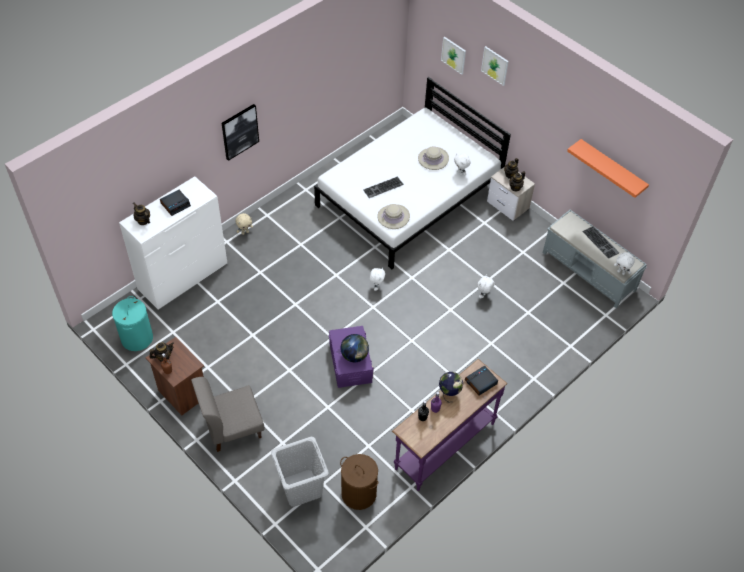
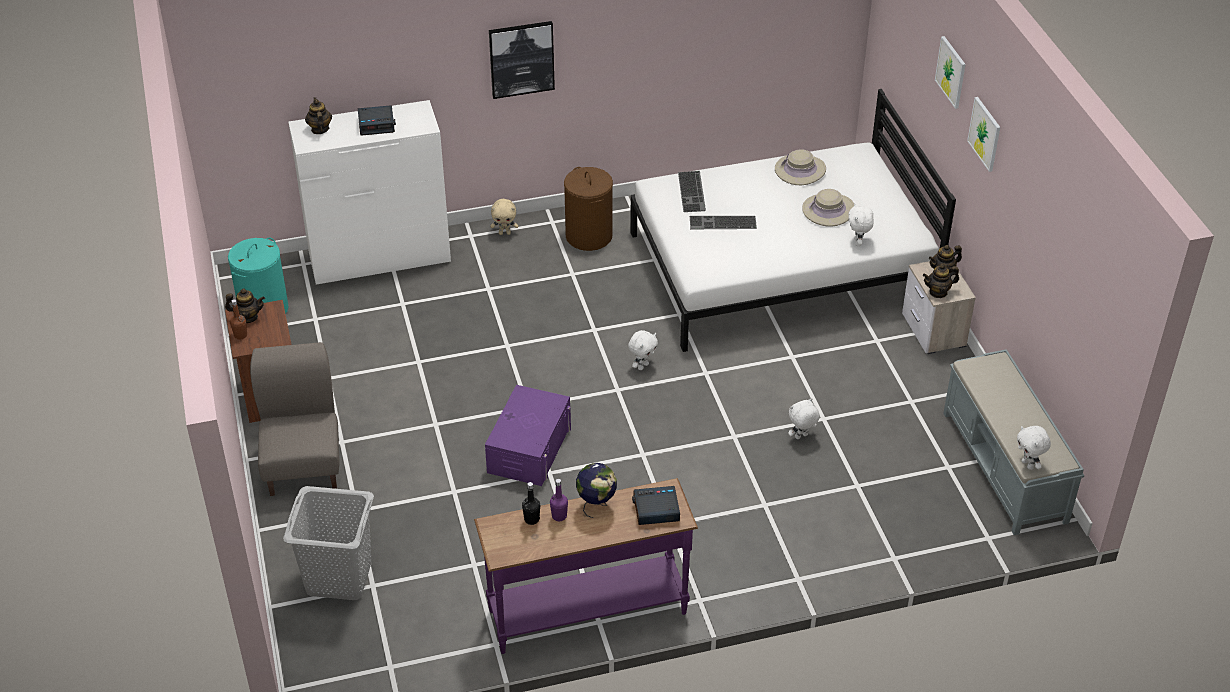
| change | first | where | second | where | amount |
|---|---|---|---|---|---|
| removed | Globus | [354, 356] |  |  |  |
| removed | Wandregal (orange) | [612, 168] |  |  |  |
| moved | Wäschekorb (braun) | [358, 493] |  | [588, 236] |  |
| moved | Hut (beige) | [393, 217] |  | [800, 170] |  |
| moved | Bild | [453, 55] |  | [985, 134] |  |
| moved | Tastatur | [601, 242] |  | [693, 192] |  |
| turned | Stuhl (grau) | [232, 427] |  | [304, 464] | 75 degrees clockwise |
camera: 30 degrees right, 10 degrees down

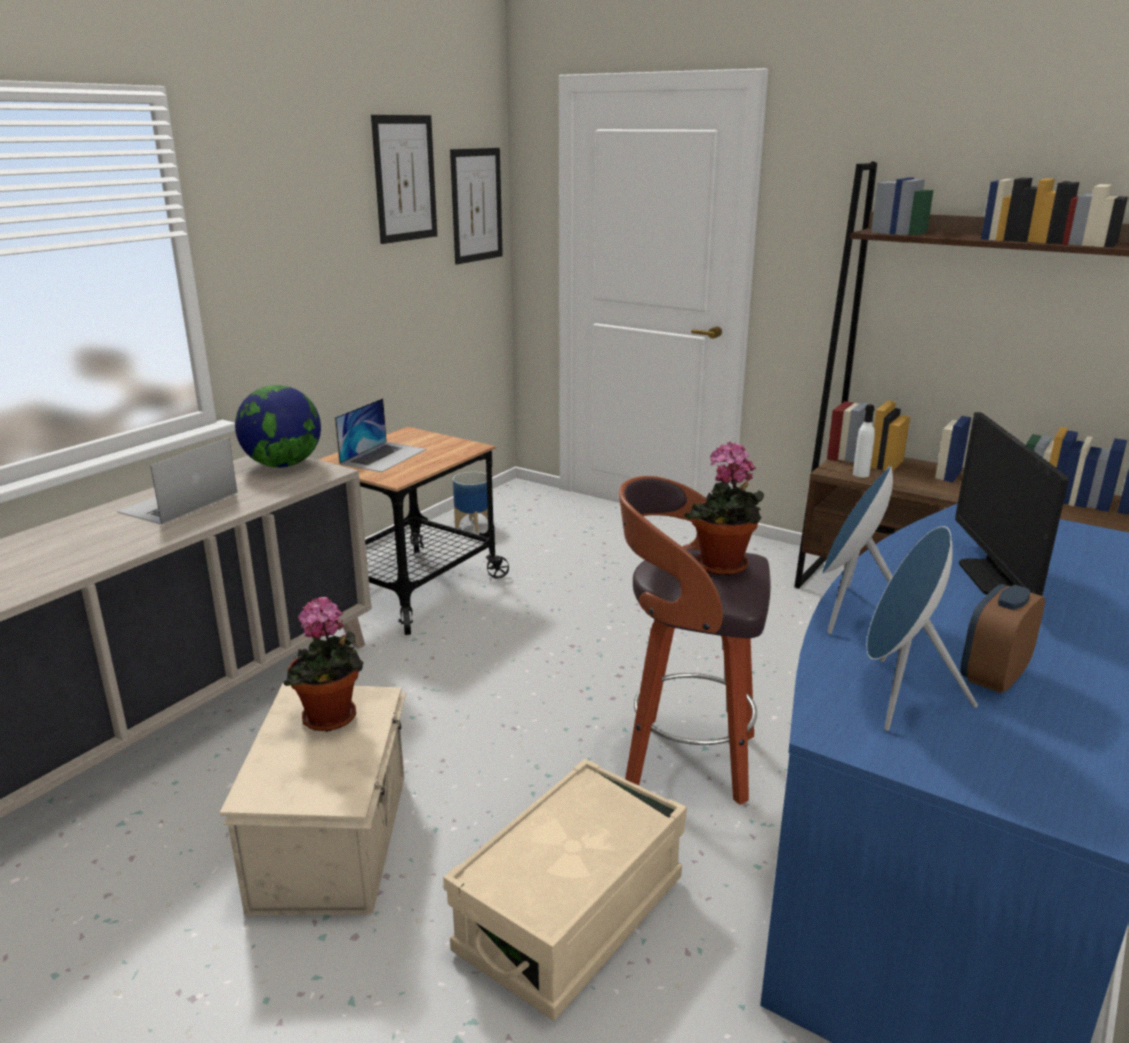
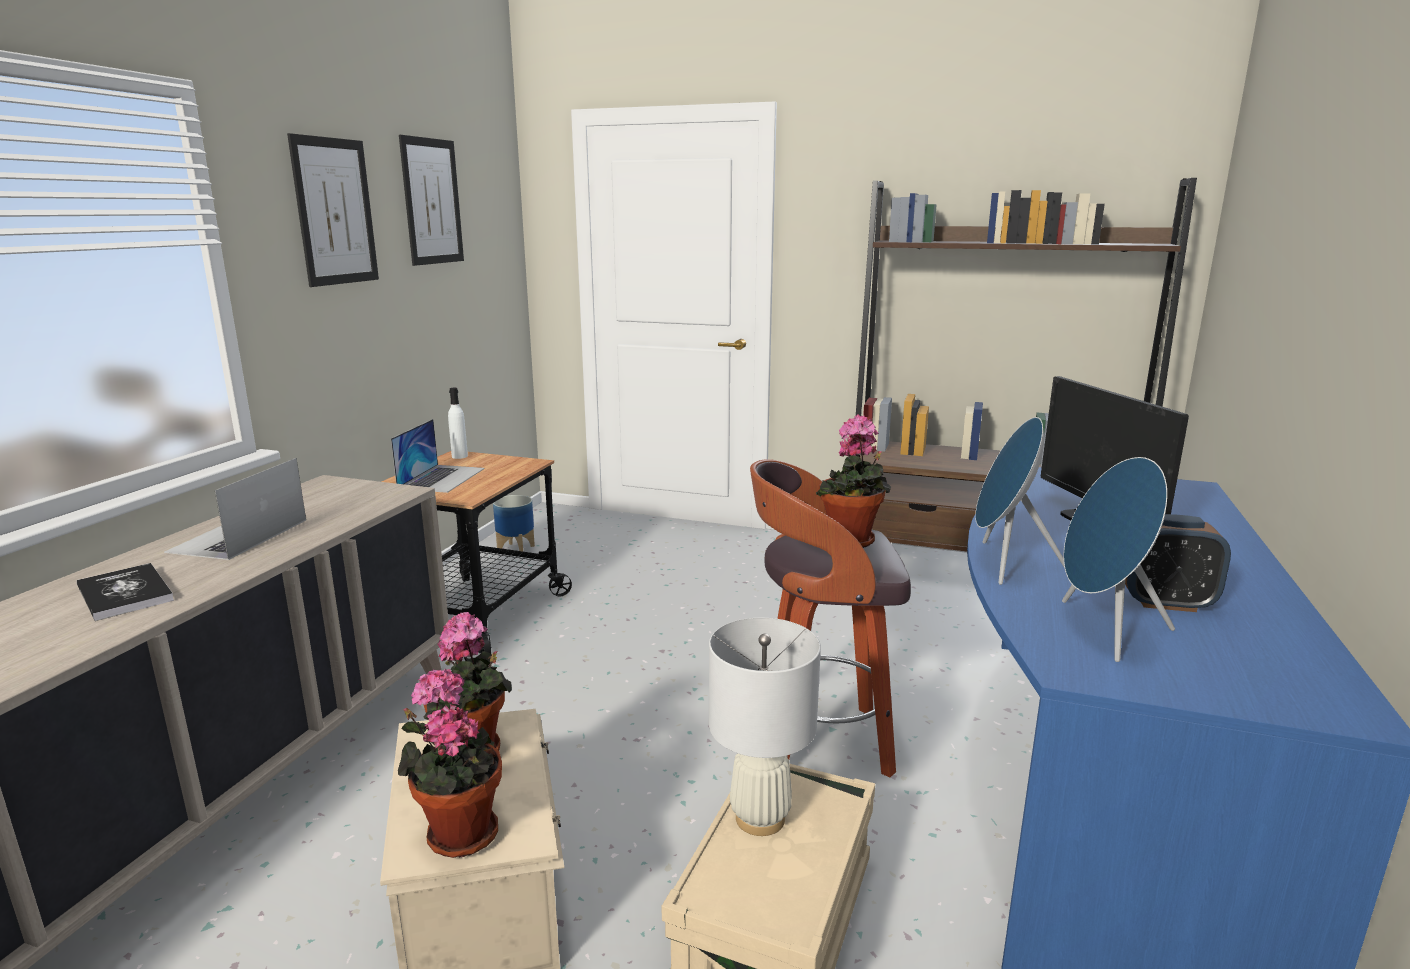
| change | first | where | second | where | amount |
|---|---|---|---|---|---|
| removed | Globus | [283, 465] |  |  |  |
| added |  |  | Buch | [125, 593] |  |
| added |  |  | Topfpflanze | [458, 832] |  |
| added |  |  | Tischlampe (weiß) | [760, 818] |  |
| moved | Bild | [476, 205] |  | [335, 212] |  |
| moved | Flasche (weiß) | [861, 474] |  | [459, 456] |  |
| turned | Wecker | [993, 676] |  | [1165, 603] | 105 degrees counterclockwise |
camera: 15 degrees left, 5 degrees down

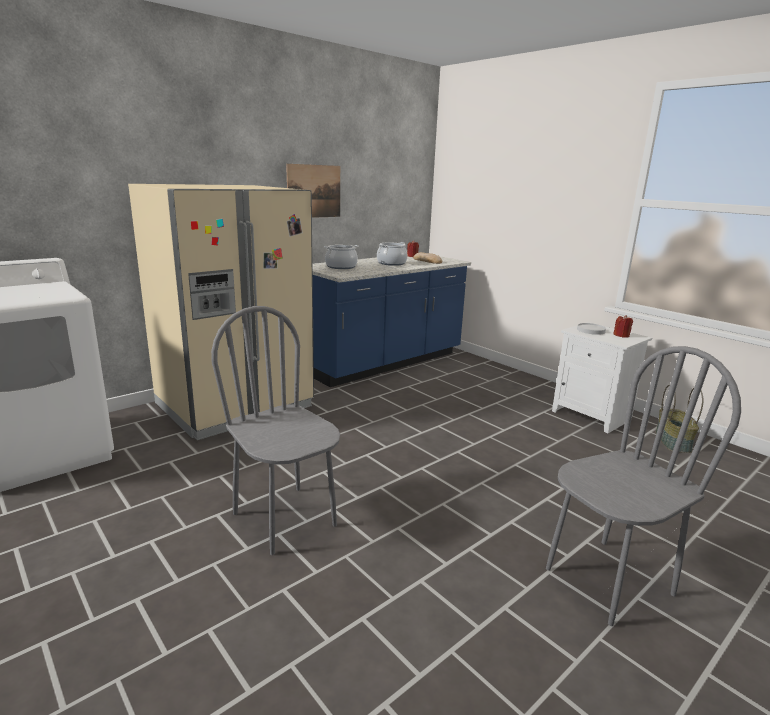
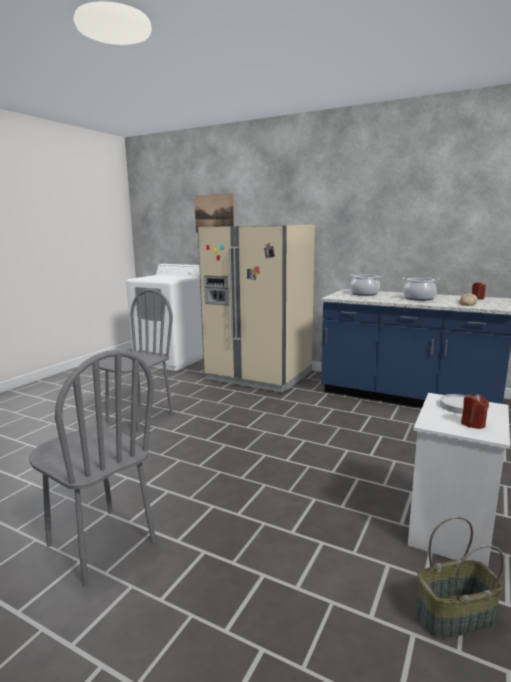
| change | first | where | second | where | amount |
|---|---|---|---|---|---|
| moved | Bild | [314, 191] |  | [214, 213] |  |
camera: 70 degrees right, 5 degrees down

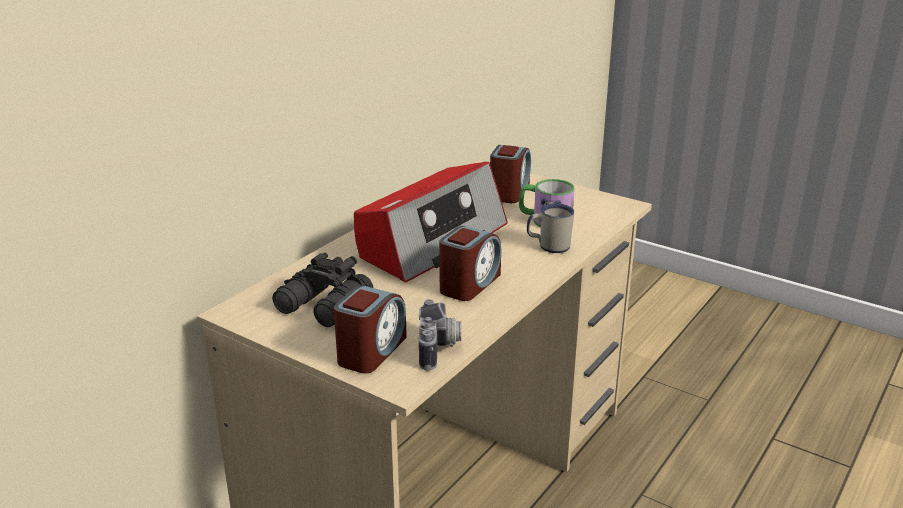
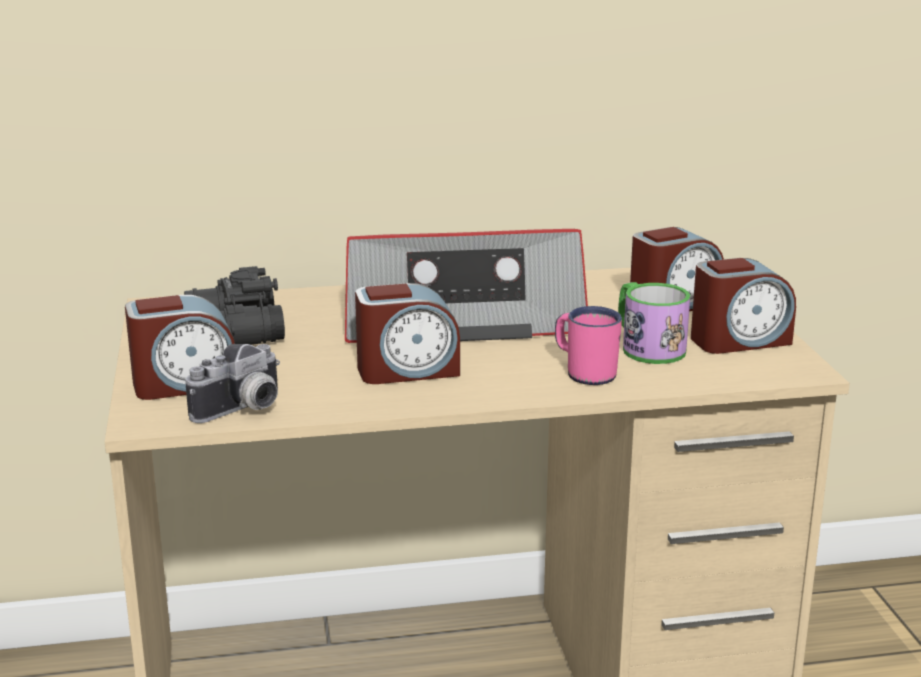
| change | first | where | second | where | amount |
|---|---|---|---|---|---|
| added |  |  | Wecker | [739, 341] |  |
| recoloured | Henkelbecher (weiß) | [548, 246] | Henkelbecher (rosa) | [585, 372] |  |
camera: 45 degrees right, 5 degrees down

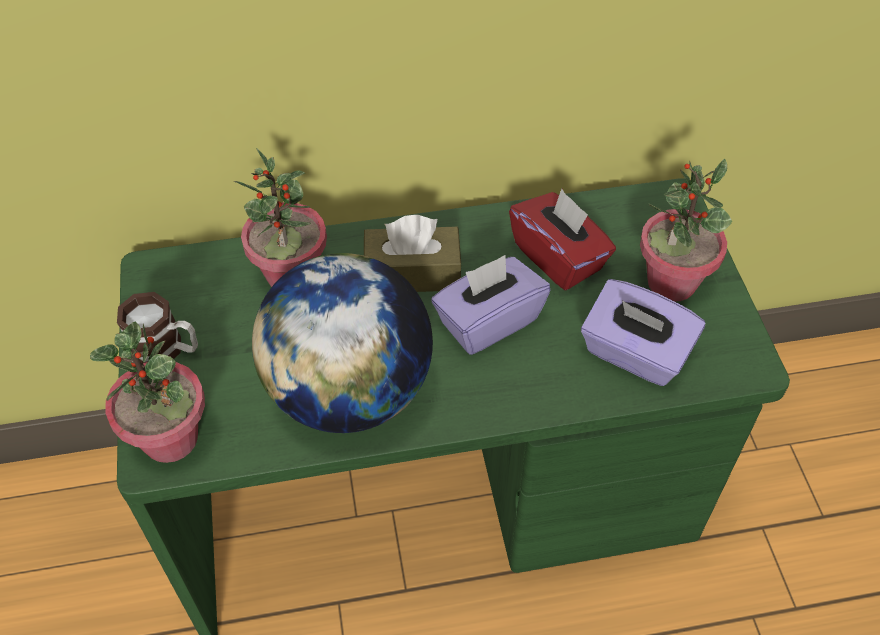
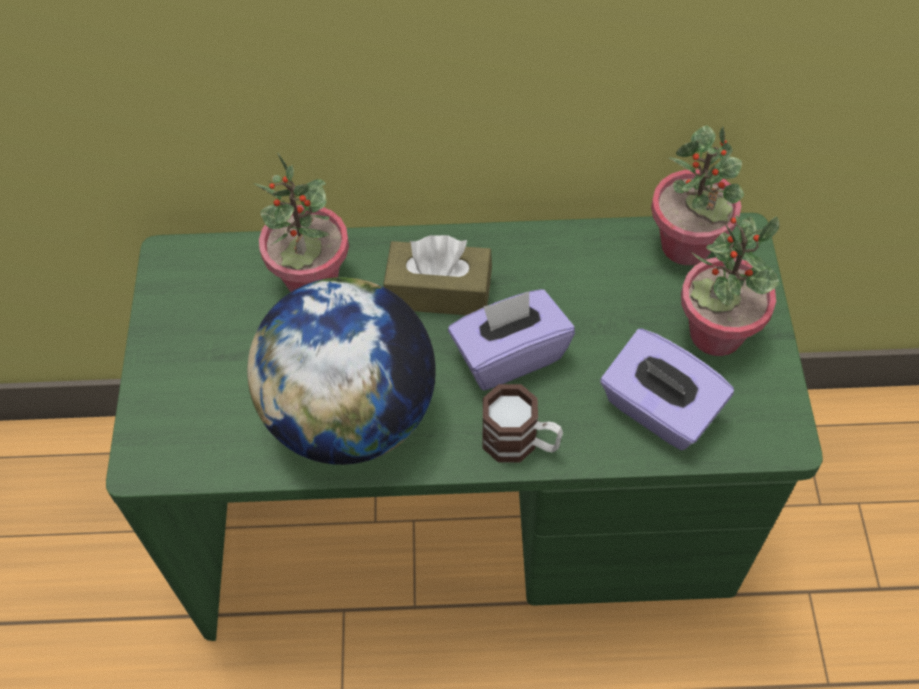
| change | first | where | second | where | amount |
|---|---|---|---|---|---|
| removed | Taschentuchbox (rot) | [558, 258] |  |  |  |
| moved | Topfpflanze | [171, 439] |  | [686, 245] |  |
| moved | Henkelbecher | [167, 349] |  | [520, 443] |  |
camera: 10 degrees right, 5 degrees up

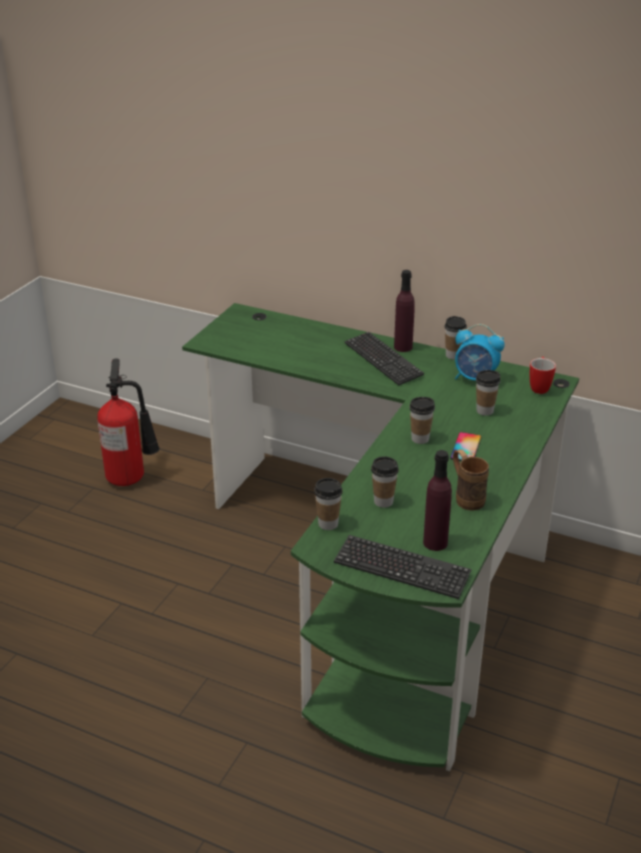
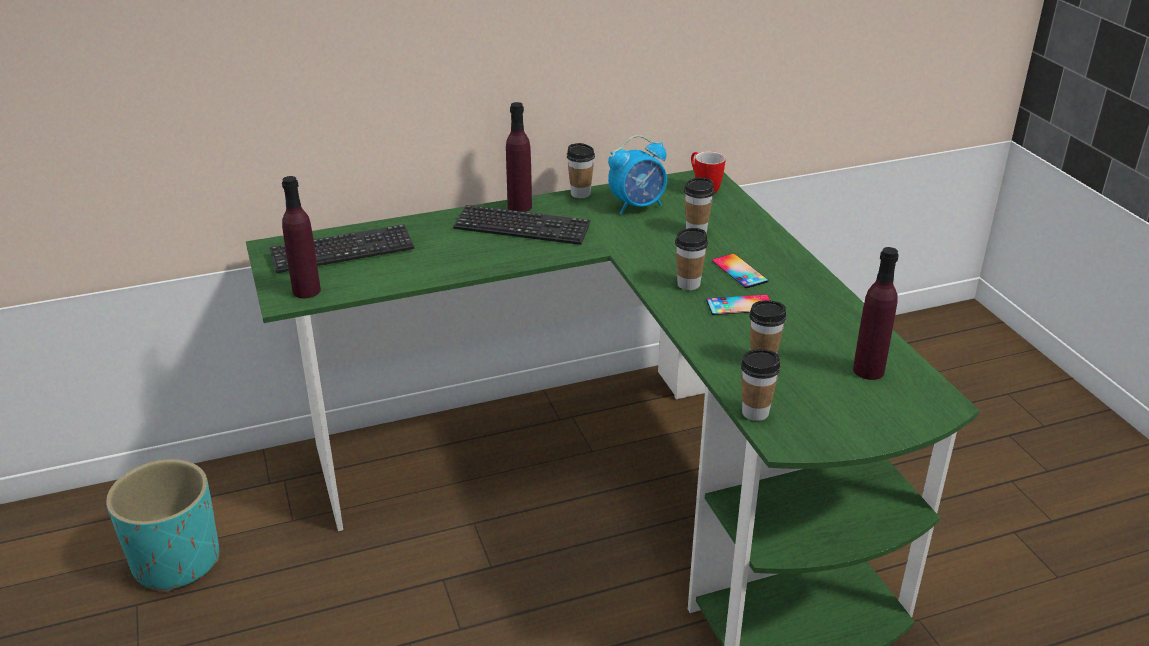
| change | first | where | second | where | amount |
|---|---|---|---|---|---|
| removed | Henkelbecher (braun) | [466, 497] |  |  |  |
| added |  |  | Flasche (lila) | [306, 291] |  |
| added |  |  | Handy | [739, 305] |  |
| moved | Tastatur | [401, 569] |  | [342, 251] |  |
| replaced | Feuerlöscher | [131, 477] | Pflanzkübel (türkis) | [176, 561] |  |
camera: 45 degrees left, 0 degrees up

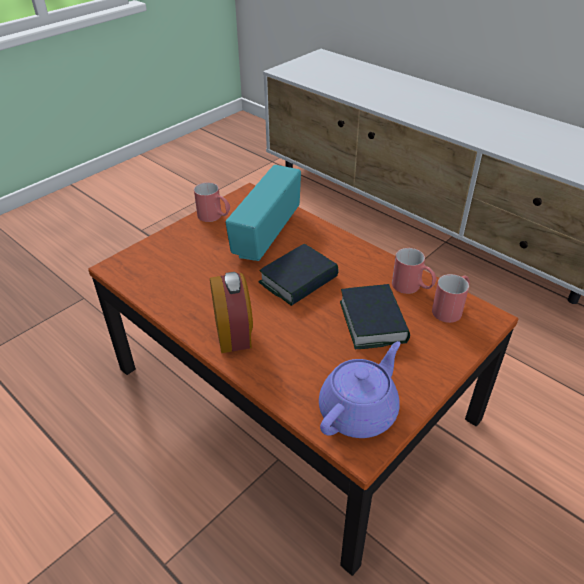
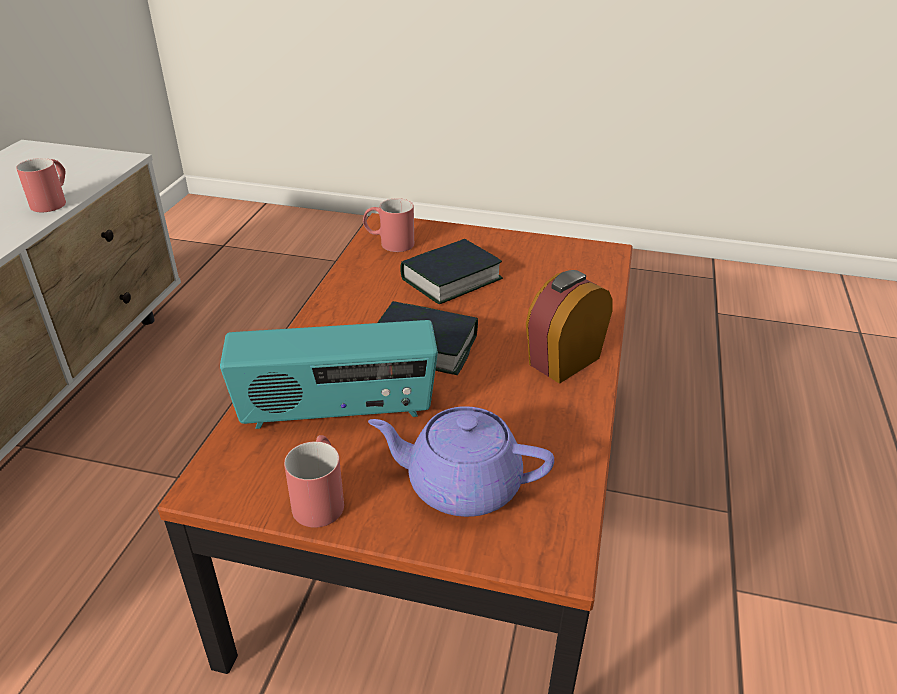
| change | first | where | second | where | amount |
|---|---|---|---|---|---|
| moved | Teekanne (lila) | [359, 411] |  | [461, 485] |  |
| moved | Henkelbecher (rot) | [412, 288] |  | [53, 201] |  |
camera: 120 degrees left, 5 degrees down

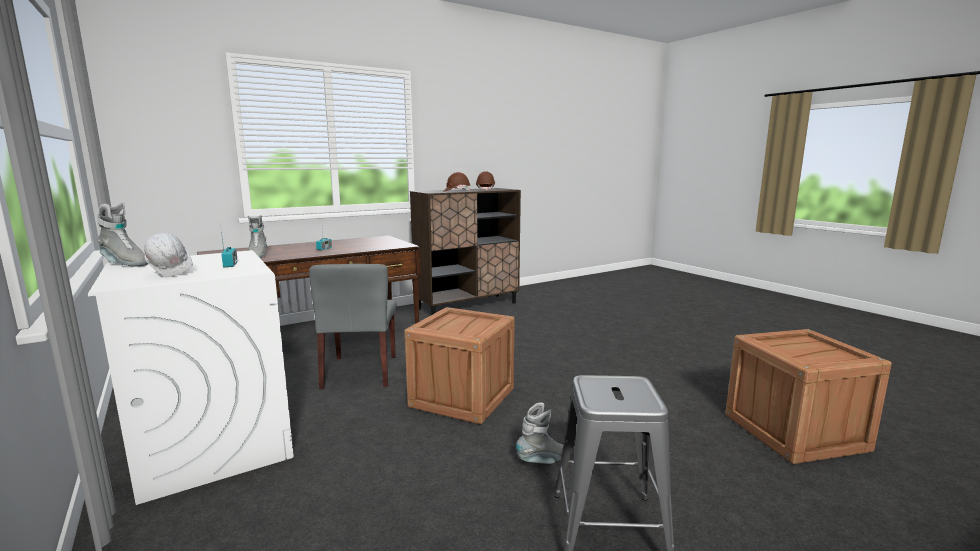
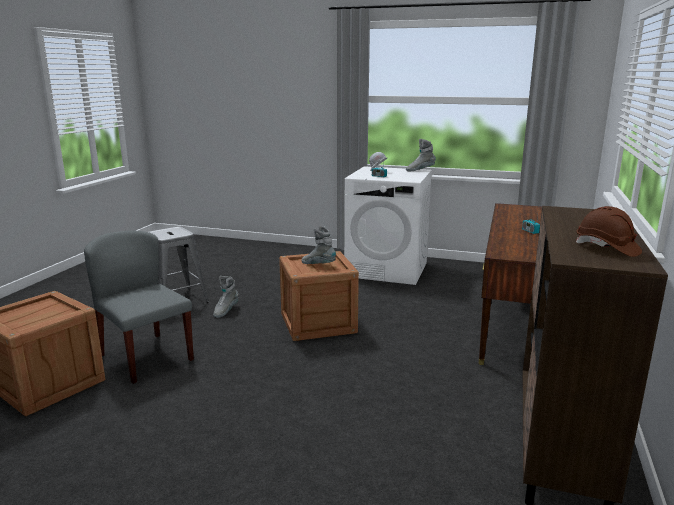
| change | first | where | second | where | amount |
|---|---|---|---|---|---|
| removed | Schutzhelm (braun) | [456, 191] |  |  |  |
| moved | Stiefel (grau) | [258, 255] |  | [318, 265] |  |
| moved | Stuhl (grau) | [360, 372] |  | [145, 357] |  |
camera: 140 degrees right, 5 degrees up

